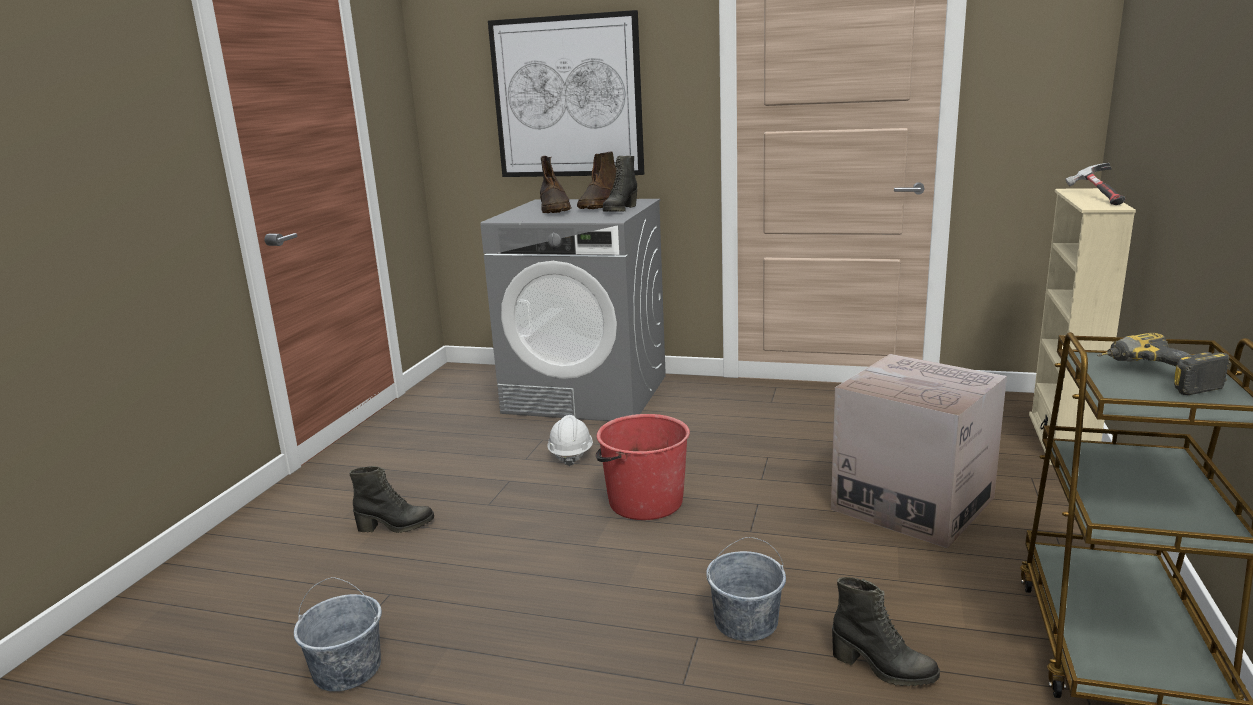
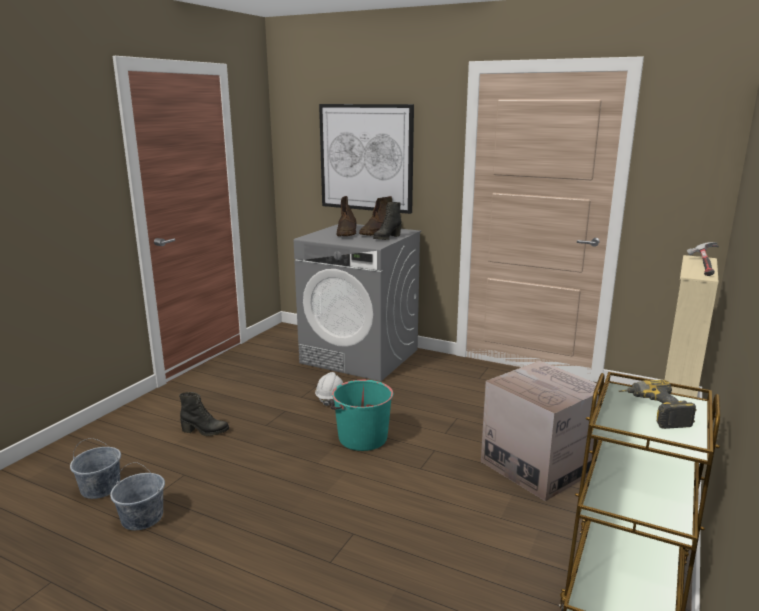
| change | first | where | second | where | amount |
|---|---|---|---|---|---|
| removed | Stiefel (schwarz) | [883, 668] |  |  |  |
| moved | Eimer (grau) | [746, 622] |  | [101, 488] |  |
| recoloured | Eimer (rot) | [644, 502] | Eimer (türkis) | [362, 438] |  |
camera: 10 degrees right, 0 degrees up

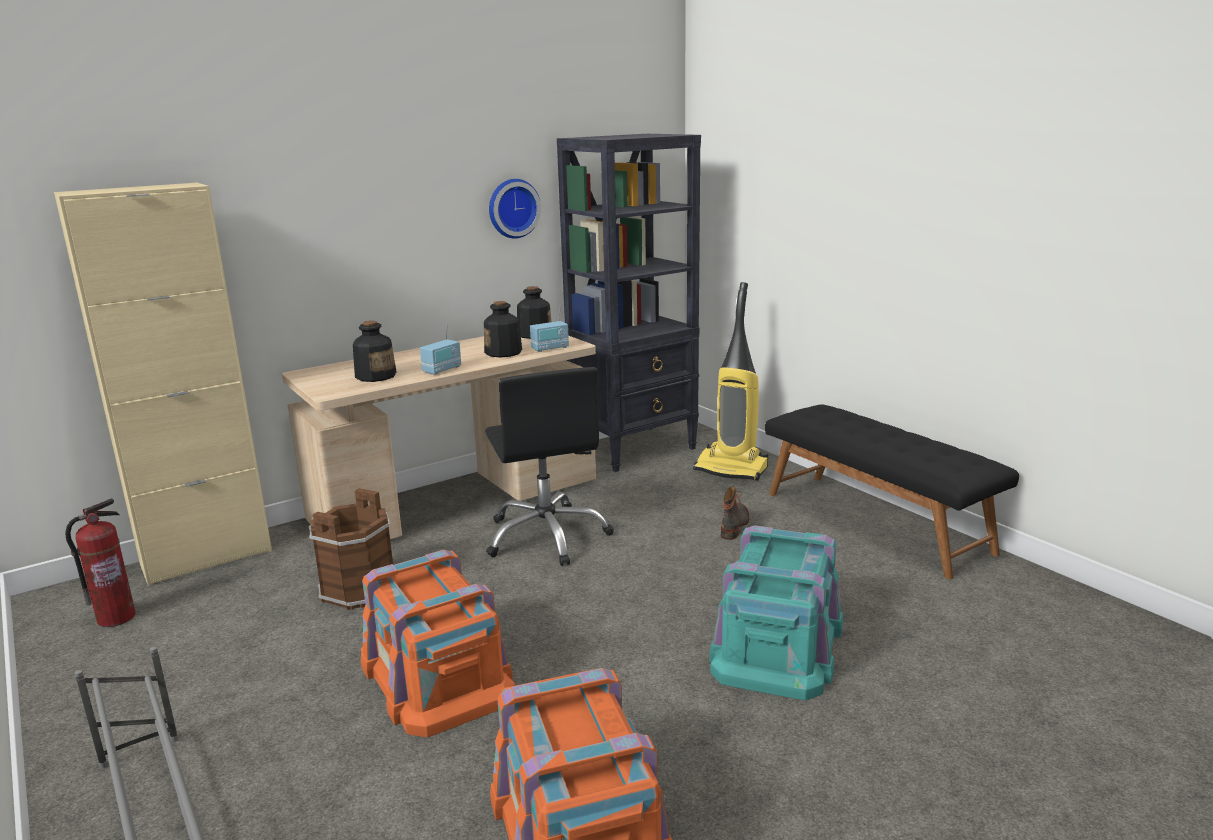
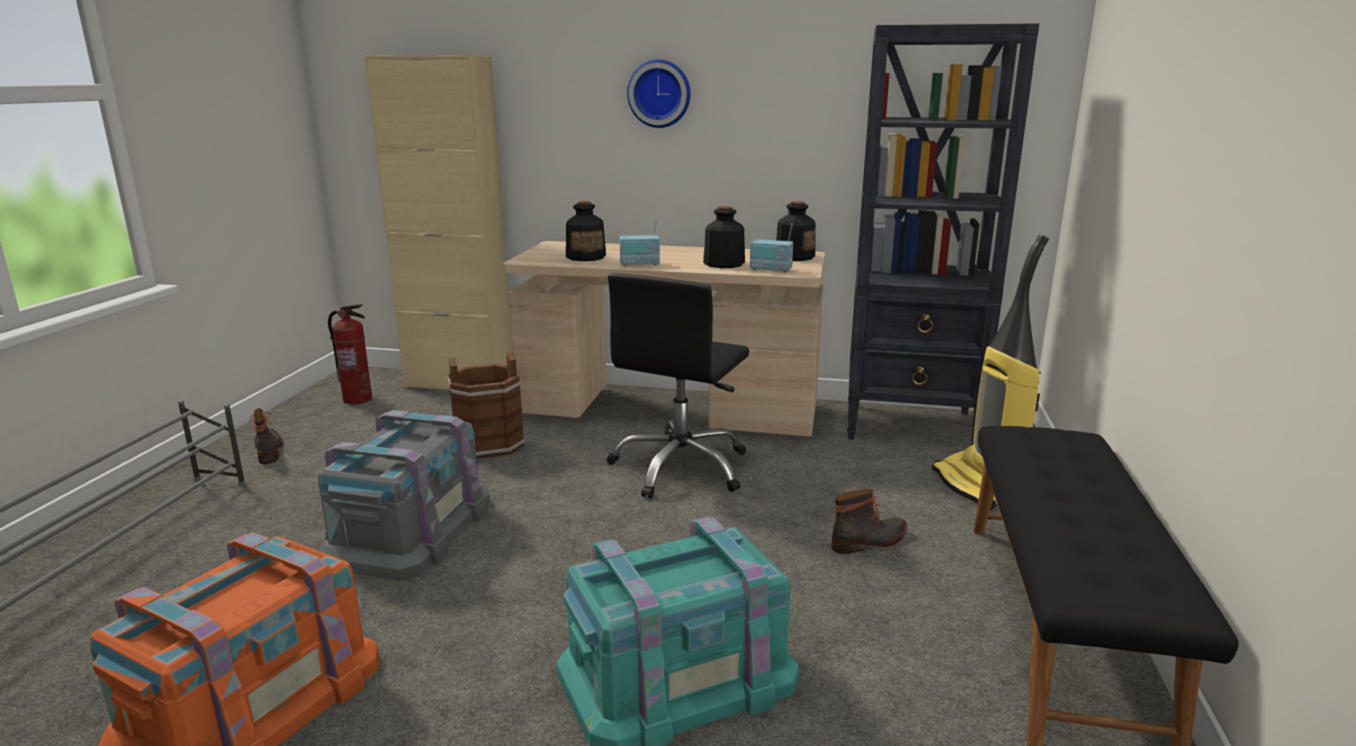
| change | first | where | second | where | amount |
|---|---|---|---|---|---|
| added |  |  | Stiefel | [269, 449] |  |
| moved | Wanduhr | [512, 208] |  | [660, 93] |  |
| recoloured | Aufbewahrungsbox (orange) | [435, 675] | Aufbewahrungsbox (grau) | [409, 529] |  |
camera: 45 degrees right, 0 degrees up

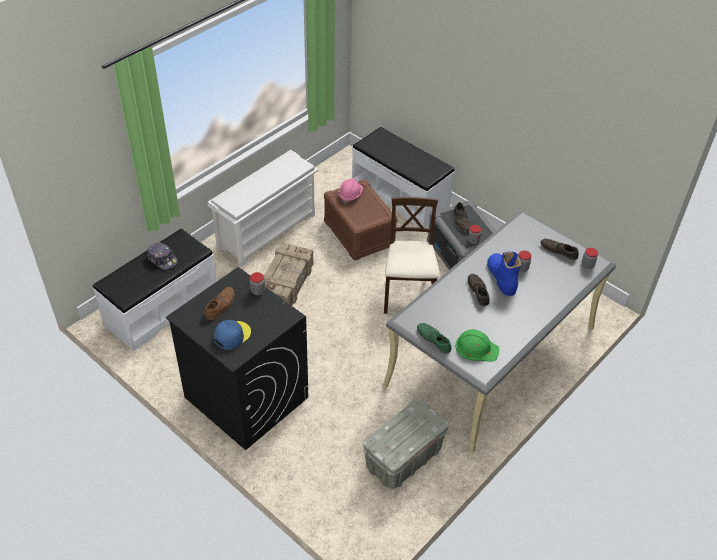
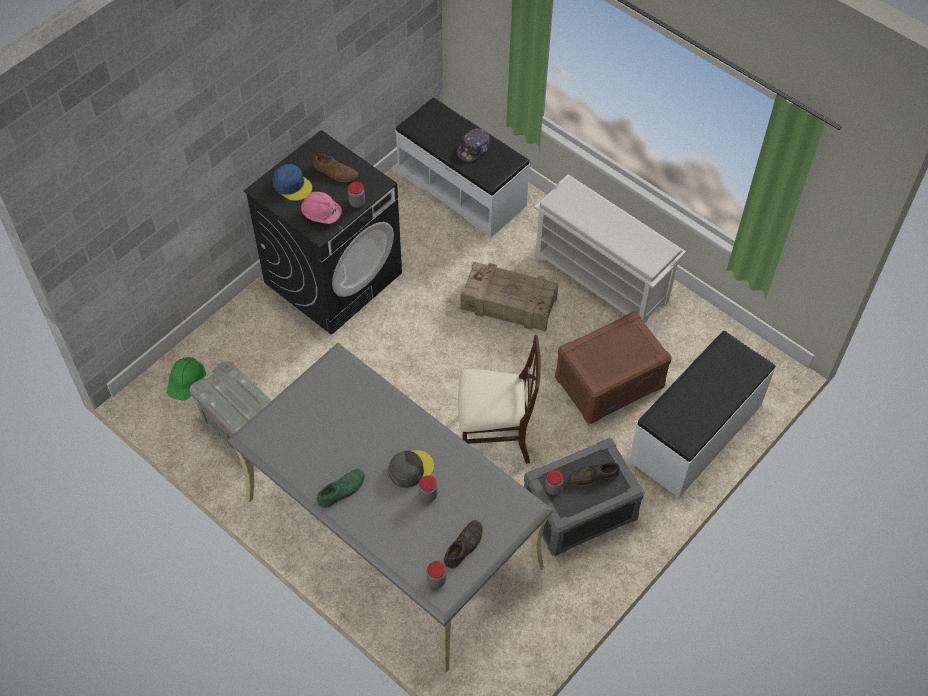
| change | first | where | second | where | amount |
|---|---|---|---|---|---|
| removed | Schuh (braun) | [478, 292] |  |  |  |
| moved | Schutzhelm (rosa) | [350, 195] |  | [321, 215] |  |
| moved | Schuh (grün) | [434, 340] |  | [341, 490] |  |
| moved | Schutzhelm (grün) | [476, 348] |  | [186, 379] |  |
| replaced | Stiefel (blau) | [501, 277] | Kappe (grau) | [410, 469] |  |
camera: 90 degrees right, 10 degrees up

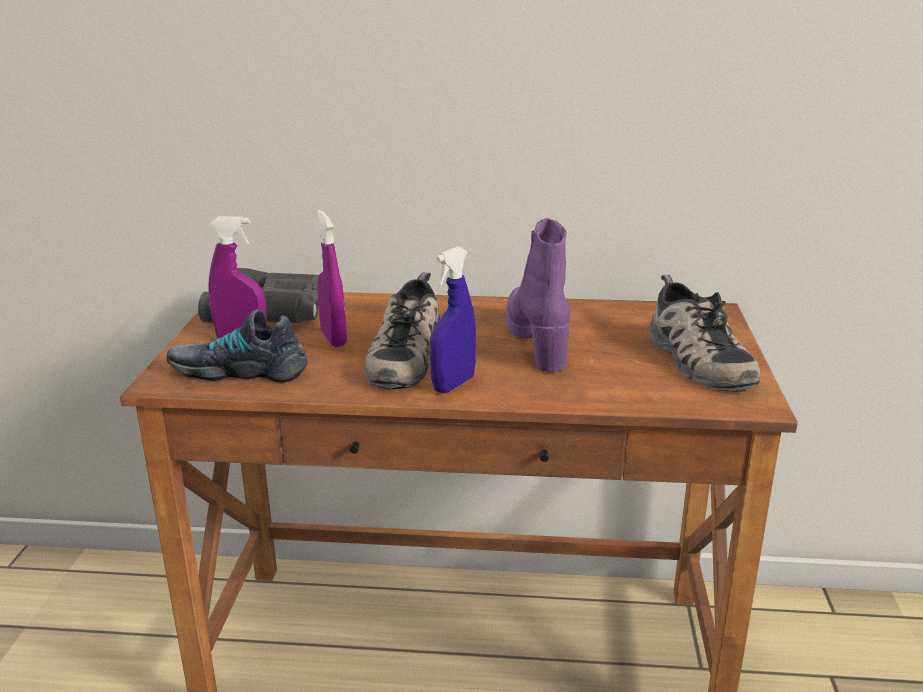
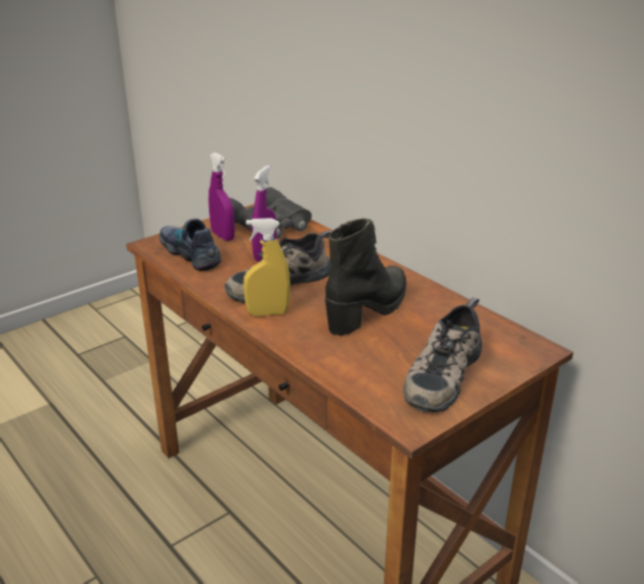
| change | first | where | second | where | amount |
|---|---|---|---|---|---|
| recoloured | Sprühflasche (blau) | [453, 384] | Sprühflasche (gelb) | [267, 313] |  |
| recoloured | Stiefel (lila) | [538, 340] | Stiefel (schwarz) | [369, 310] |  |
camera: 45 degrees right, 5 degrees up

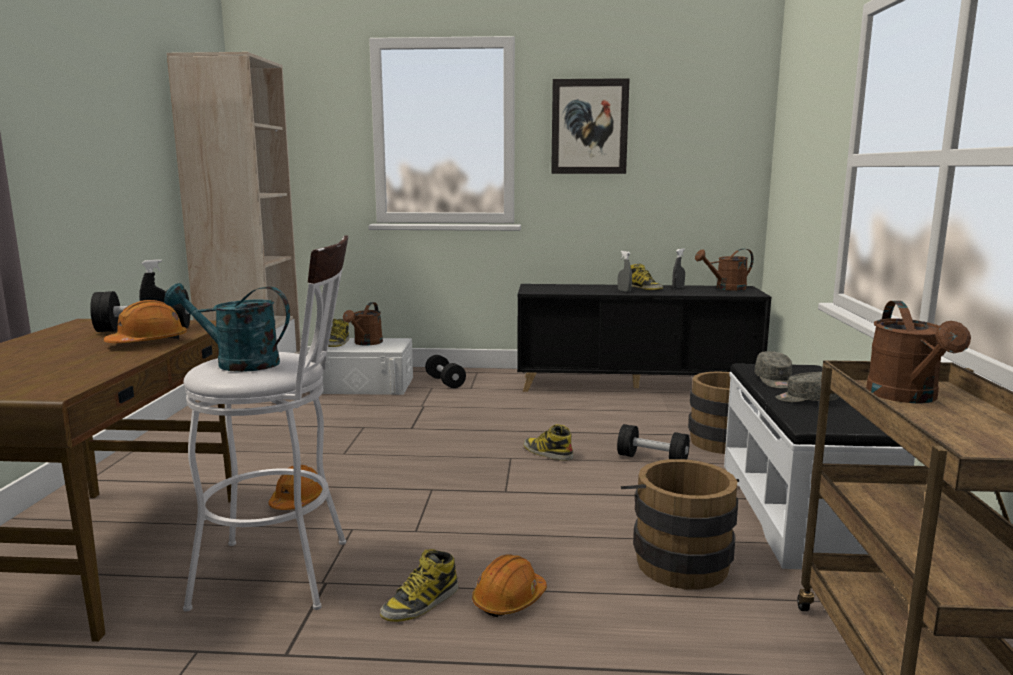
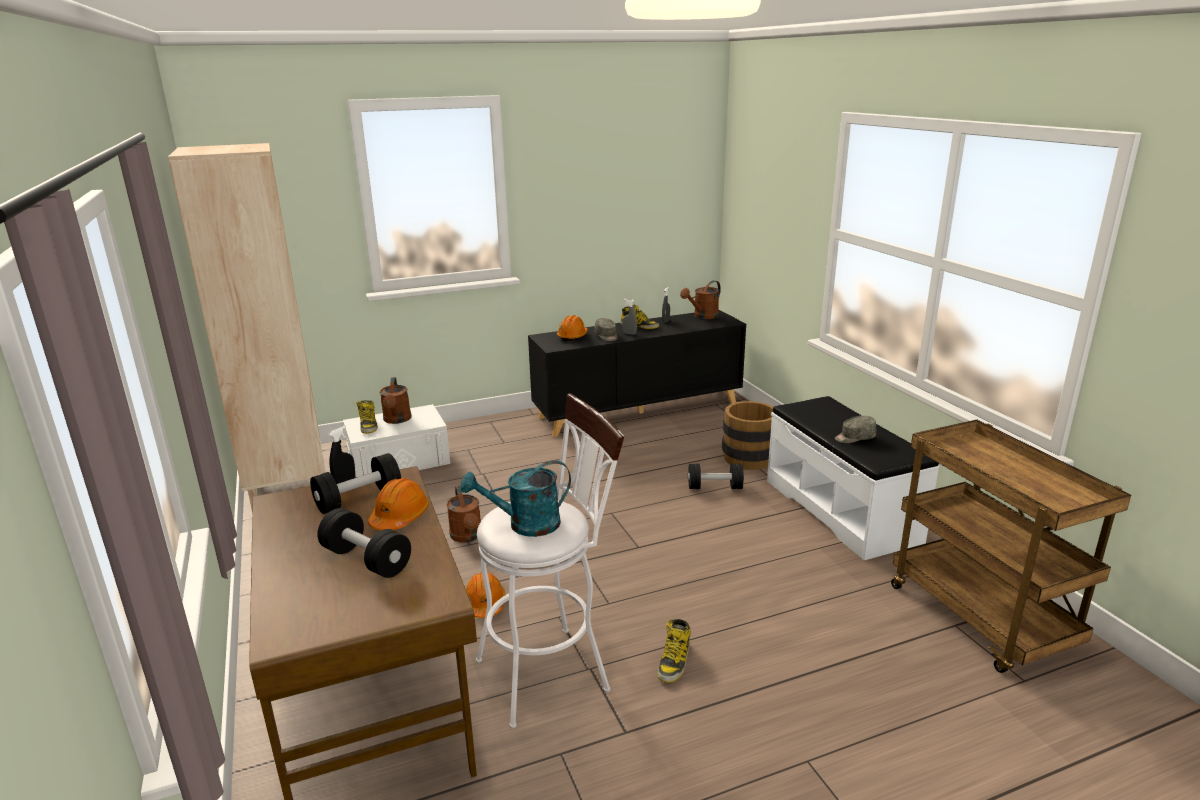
| change | first | where | second | where | amount |
|---|---|---|---|---|---|
| removed | Stiefel | [547, 453] |  |  |  |
| removed | Bild | [589, 127] |  |  |  |
| removed | Eimer (braun) | [677, 559] |  |  |  |
| moved | Hantel (schwarz) | [445, 382] |  | [366, 560] |  |
| moved | Schutzhelm (orange) | [509, 600] |  | [572, 336] |  |
| moved | Kappe (grau) | [774, 381] |  | [606, 336] |  |
| moved | Gießkanne (braun) | [907, 397] |  | [467, 537] |  |
camera: 25 degrees left, 10 degrees up

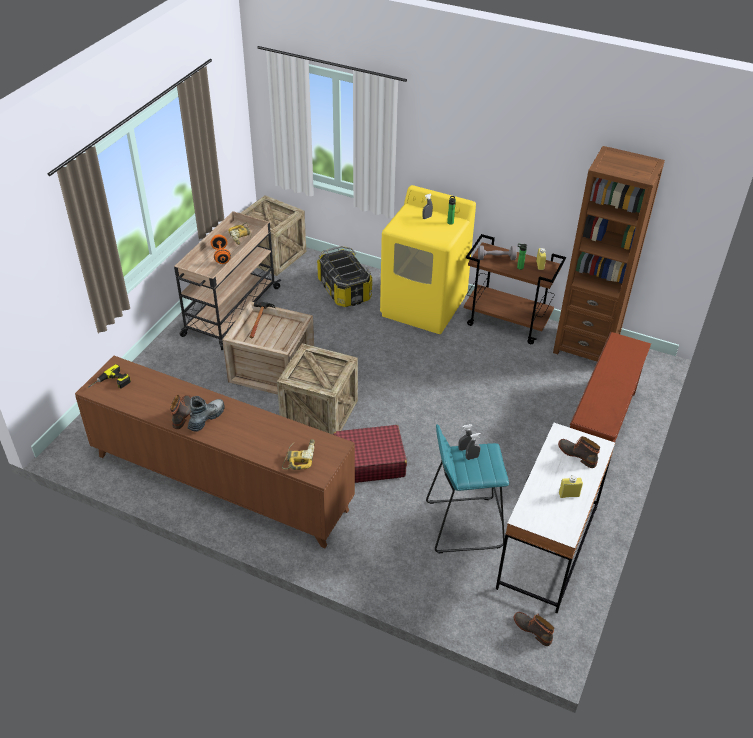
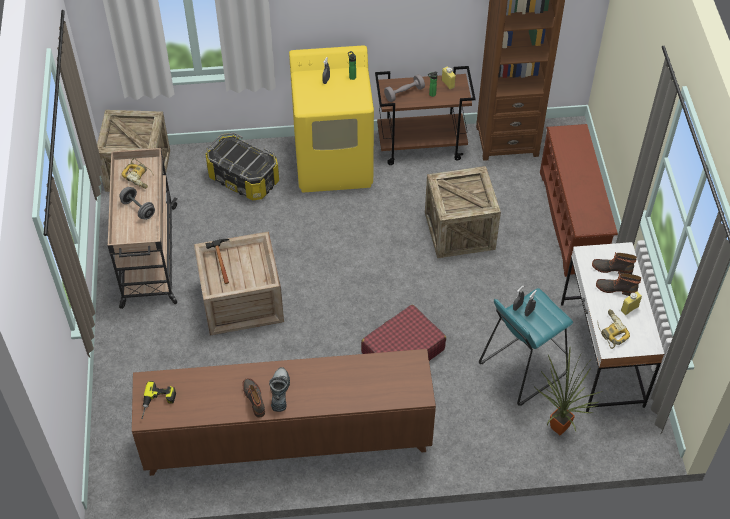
| change | first | where | second | where | amount |
|---|---|---|---|---|---|
| added |  |  | Topfpflanze | [556, 430] |  |
| moved | Kiste | [319, 412] |  | [459, 231] |  |
| moved | Bohrmaschine | [299, 457] |  | [610, 331] |  |
| moved | Stiefel | [533, 629] |  | [616, 288] |  |
| recoloured | Hantel (orange) | [221, 256] | Hantel (grau) | [138, 209] |  |
camera: 30 degrees left, 10 degrees up

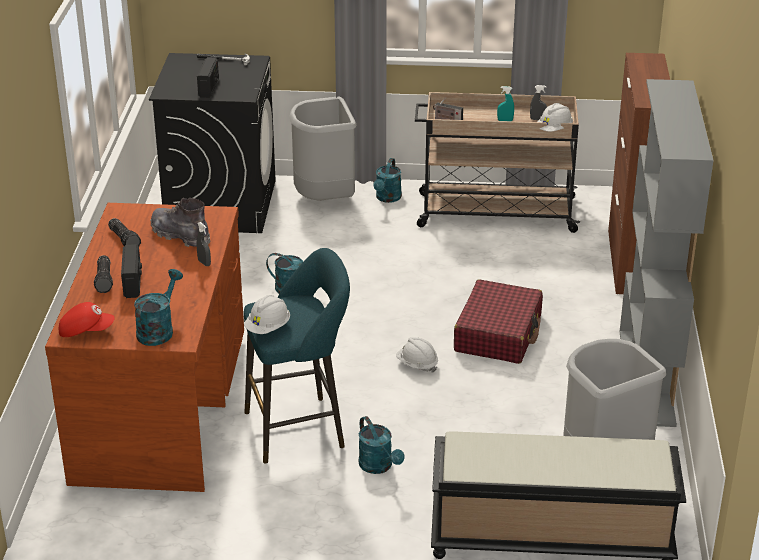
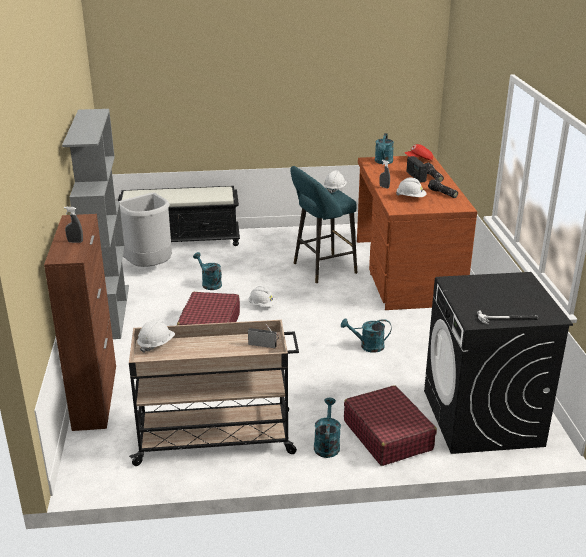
| change | first | where | second | where | amount |
|---|---|---|---|---|---|
| removed | Radio | [209, 88] |  |  |  |
| removed | Sprühflasche (türkis) | [505, 120] |  |  |  |
| moved | Gießkanne (türkis) | [379, 467] |  | [209, 283] |  |
| moved | Sprühflasche (grau) | [537, 119] |  | [75, 242] |  |
| replaced | Stiefel (grau) | [180, 235] | Schutzhelm (weiß) | [411, 198] |  |
| replaced | Mülleimer (grau) | [325, 200] | Koffer (rot) | [387, 435] |  |
camera: 170 degrees right, 5 degrees down

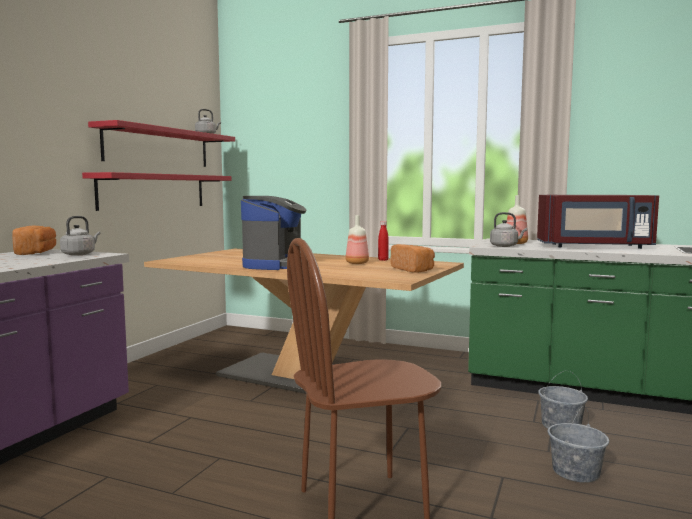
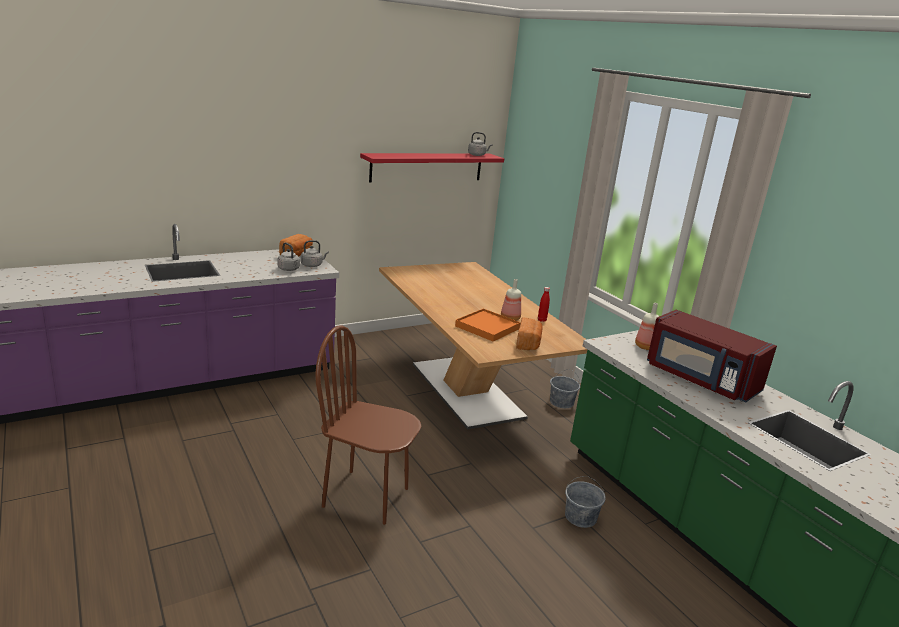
| change | first | where | second | where | amount |
|---|---|---|---|---|---|
| removed | Wandregal (rot) | [154, 191] |  |  |  |
| removed | Kaffeemaschine | [277, 265] |  |  |  |
| added |  |  | Tablett (orange) | [487, 327] |  |
| moved | Wasserkessel (grau) | [505, 246] |  | [289, 269] |  |
| moved | Eimer (grau) | [576, 472] |  | [562, 402] |  |
camera: 35 degrees right, 15 degrees up

